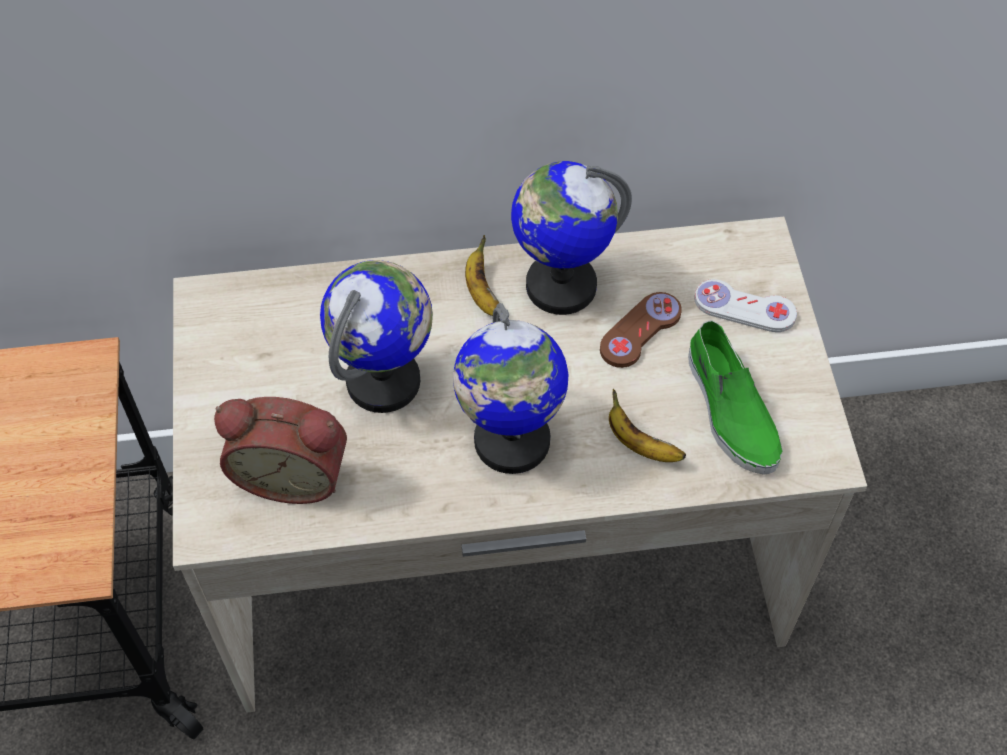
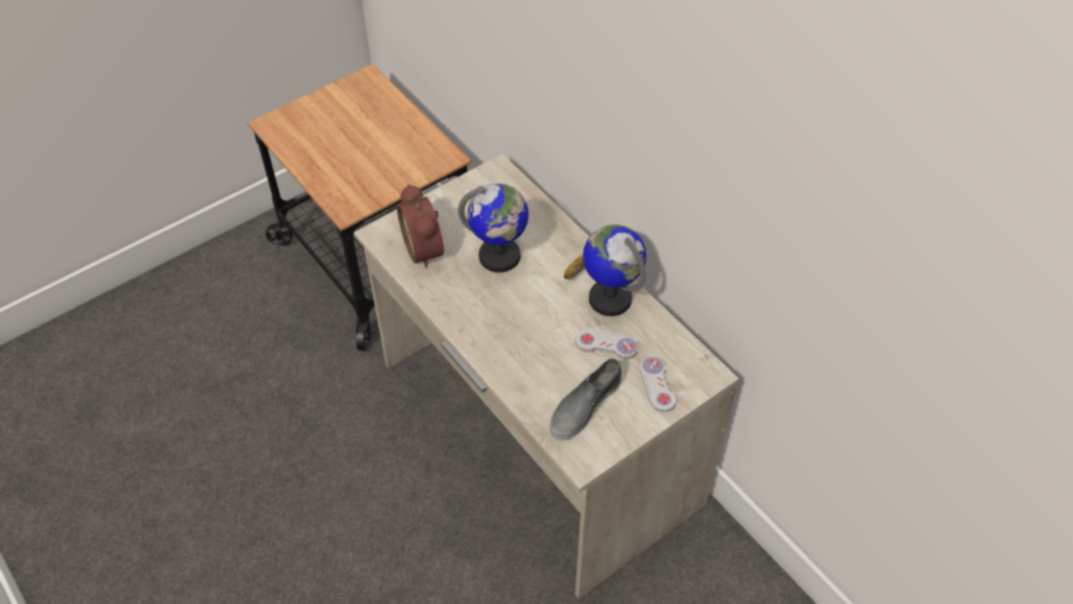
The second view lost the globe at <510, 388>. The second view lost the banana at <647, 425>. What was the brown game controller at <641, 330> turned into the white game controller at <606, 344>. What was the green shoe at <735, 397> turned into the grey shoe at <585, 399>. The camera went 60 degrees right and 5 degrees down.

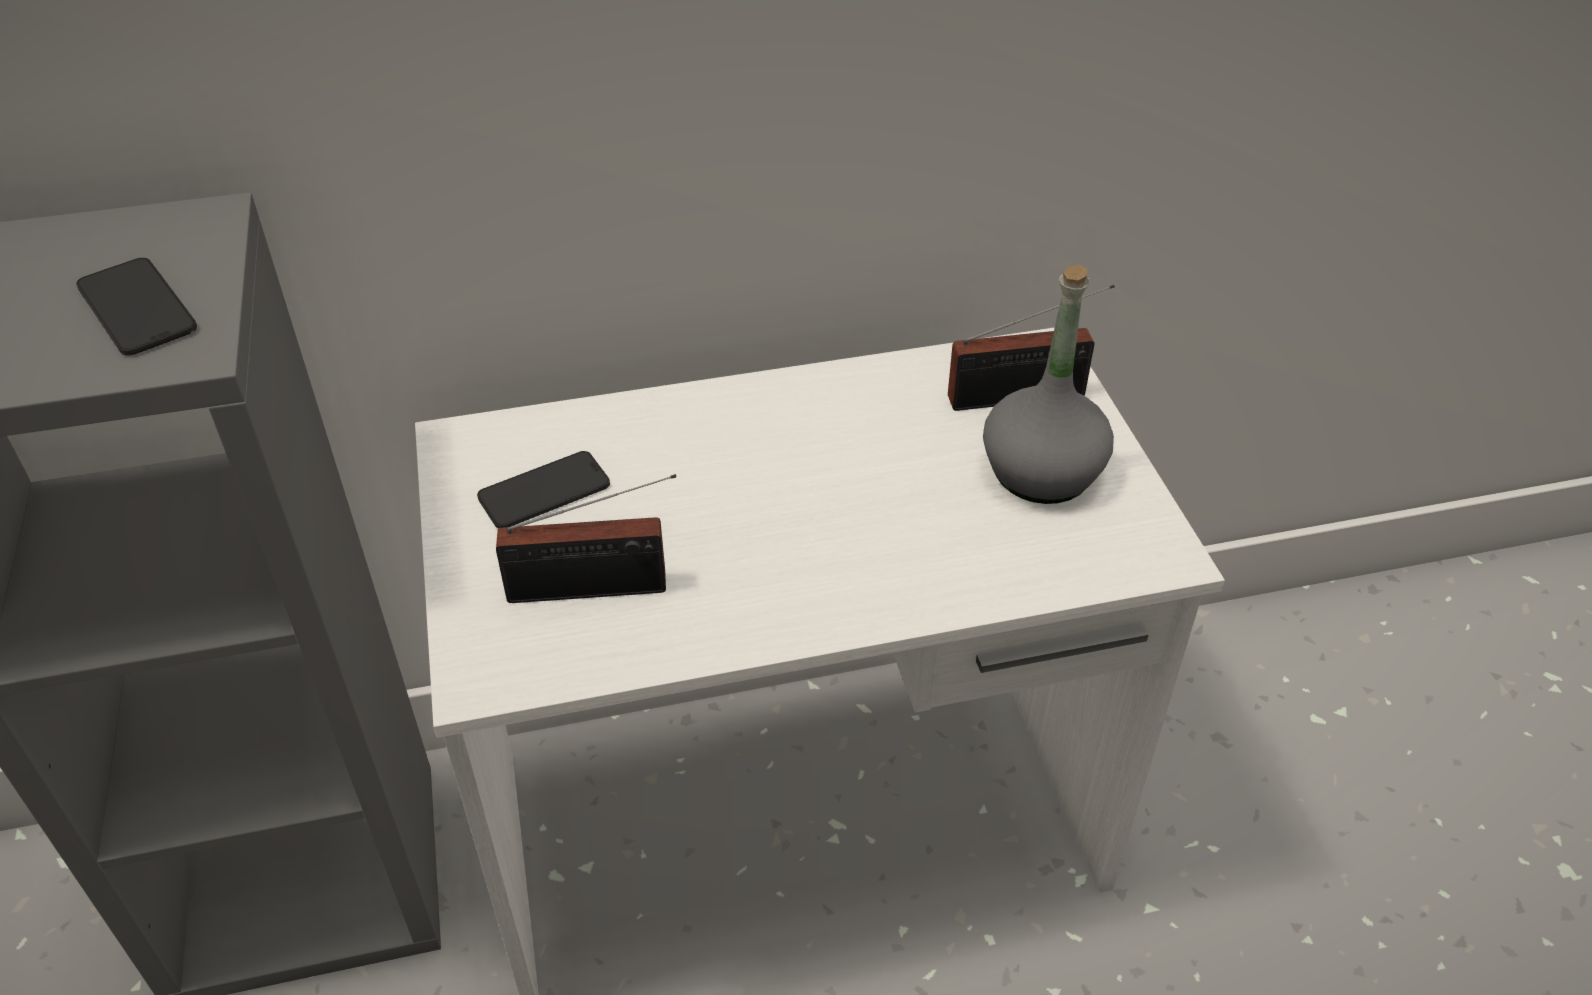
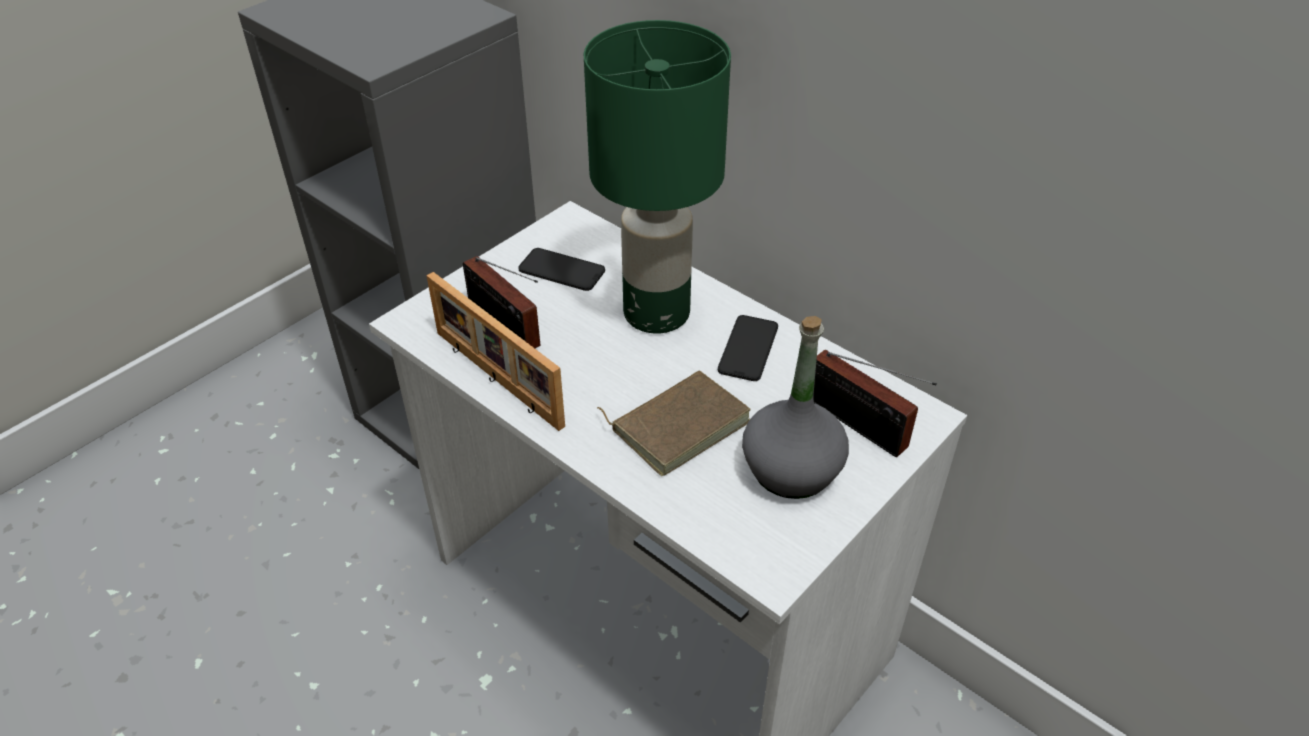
The second view gained the picture frame at <495, 351>. The second view gained the green table lamp at <657, 176>. The second view gained the brown book at <674, 423>. The phone ended up elsewhere, having gone from <136, 307> to <748, 348>. The camera went 55 degrees right and 0 degrees up.

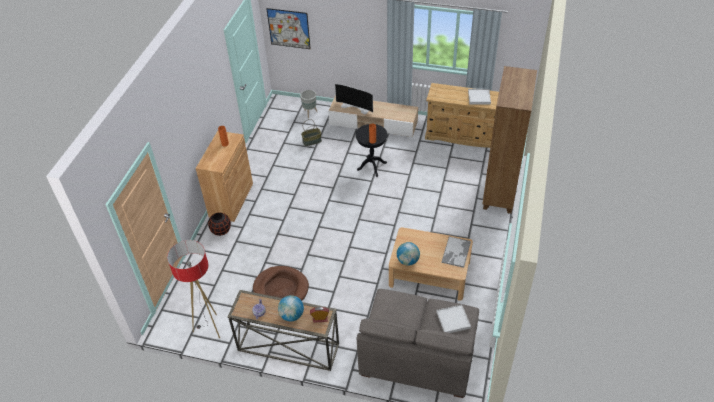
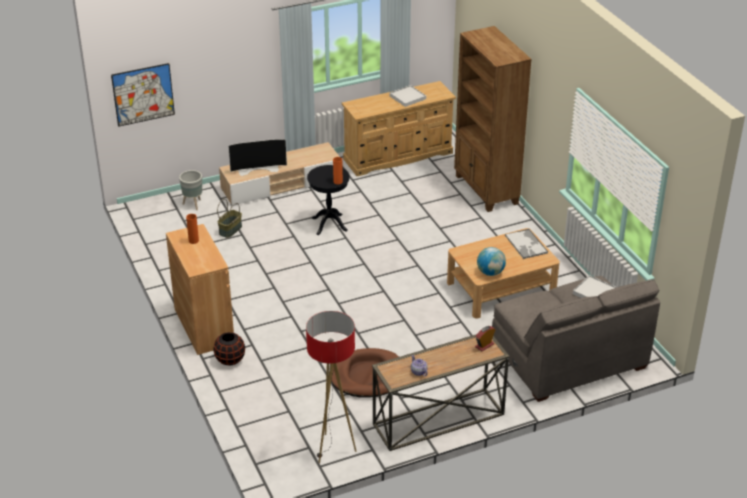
The second view lost the globe at <291, 308>. The camera went 40 degrees left and 10 degrees down.

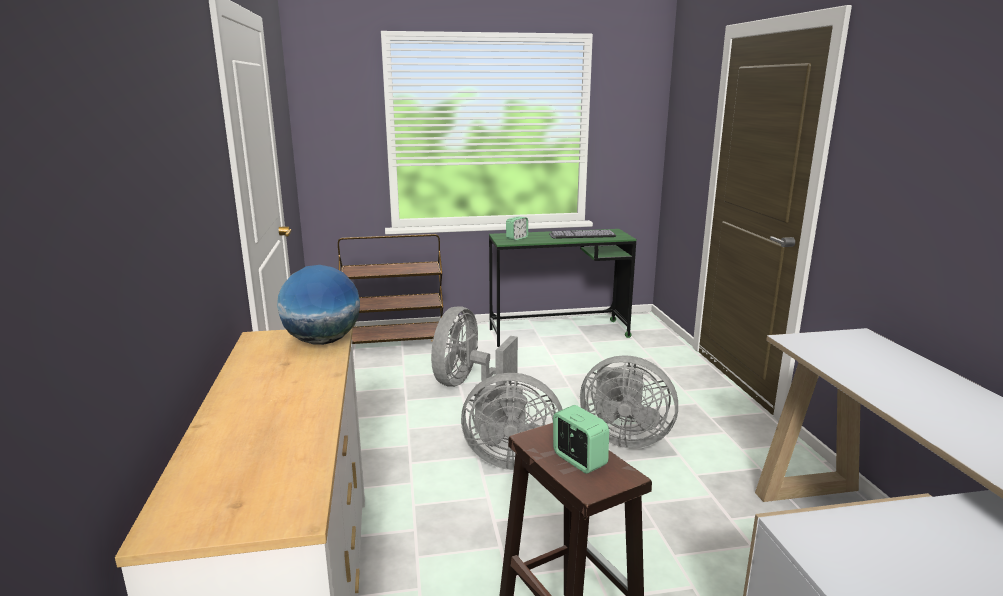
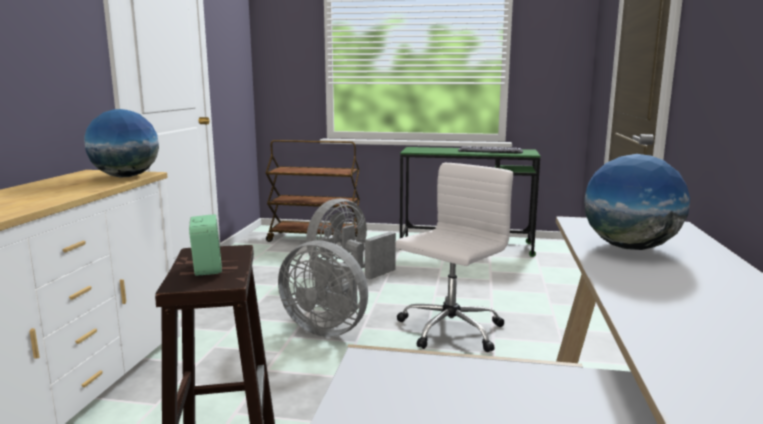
The second view lost the alarm clock at <517, 228>. The second view gained the globe at <637, 202>. Where the grey fan stood at <629, 402>, the white office chair came to stand at <454, 257>. The camera went 20 degrees right and 5 degrees down.

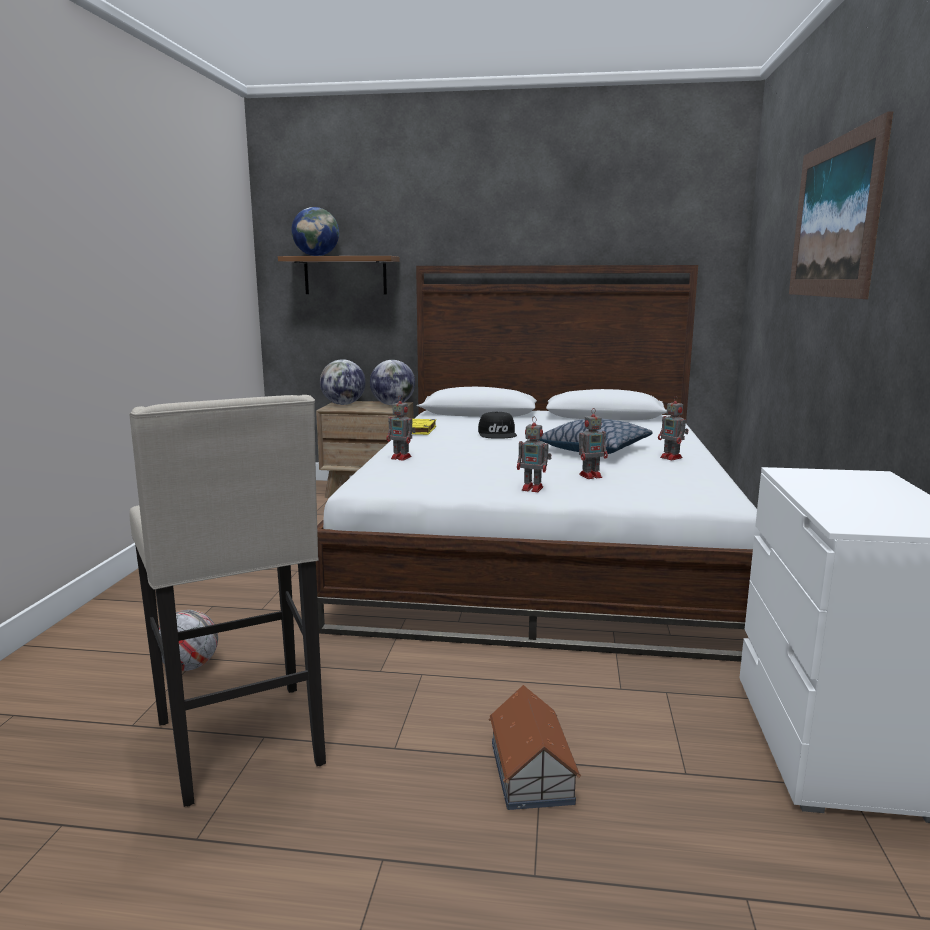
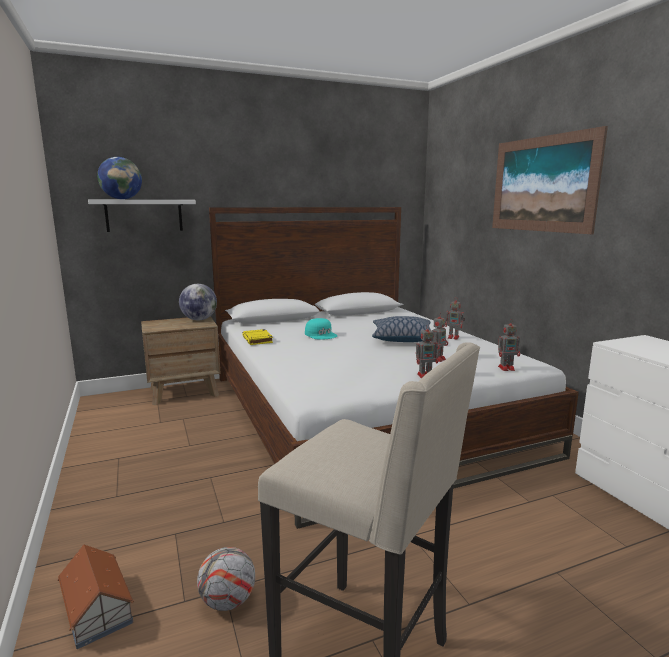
The second view lost the globe at <343, 382>. The toy robot ended up elsewhere, having gone from <401, 428> to <509, 345>. The toy house ended up elsewhere, having gone from <535, 747> to <95, 597>. What was the brown shelf at <338, 275> turned into the white shelf at <142, 216>. What was the black cap at <497, 425> turned into the turquoise cap at <321, 329>. The camera went 30 degrees left and 0 degrees up.

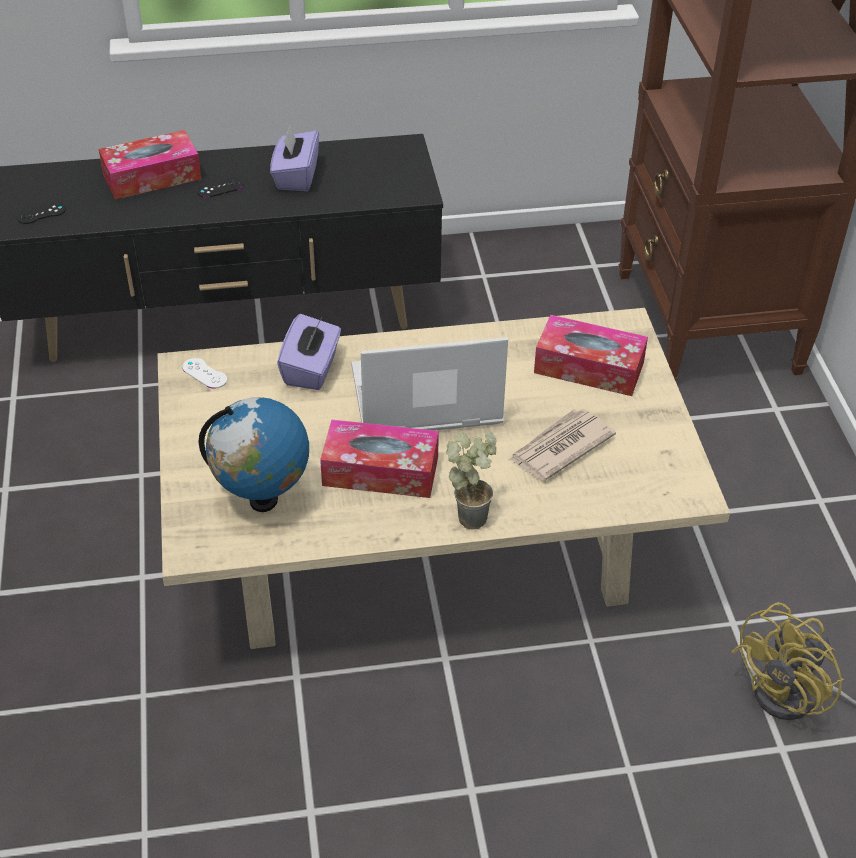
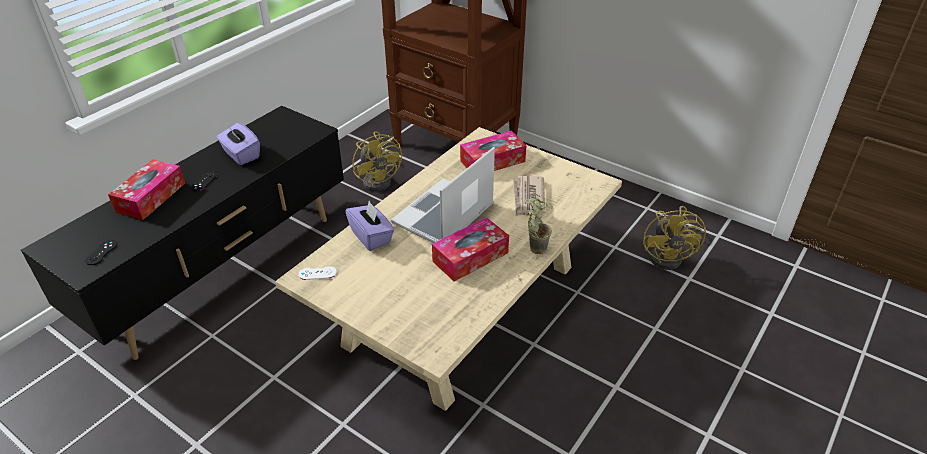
The second view lost the globe at <254, 454>. The second view gained the yellow fan at <377, 161>. The camera went 45 degrees left and 5 degrees down.

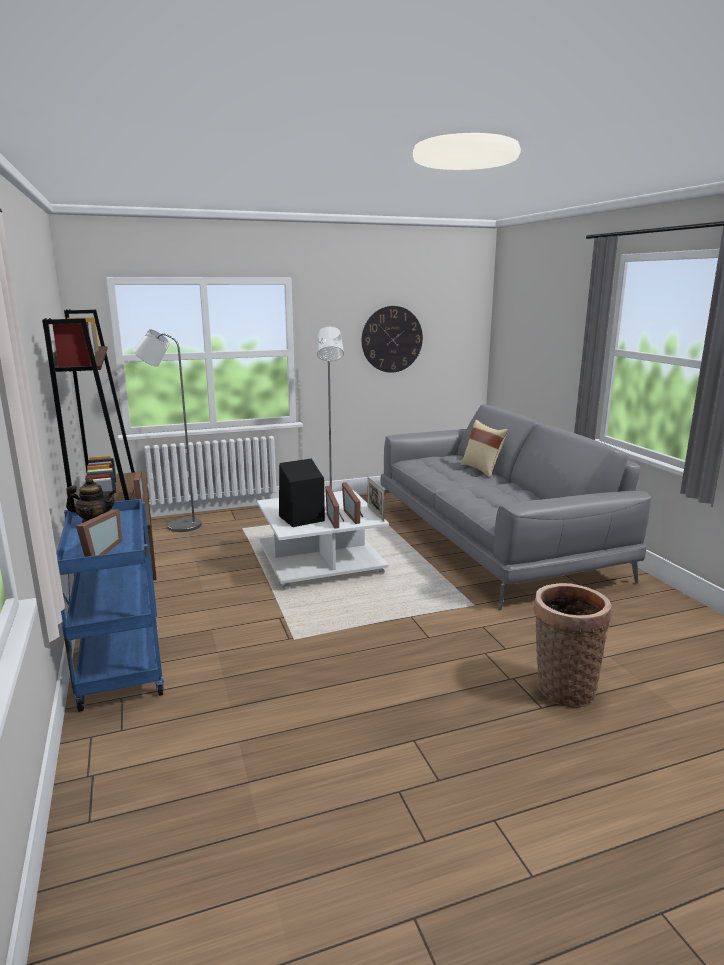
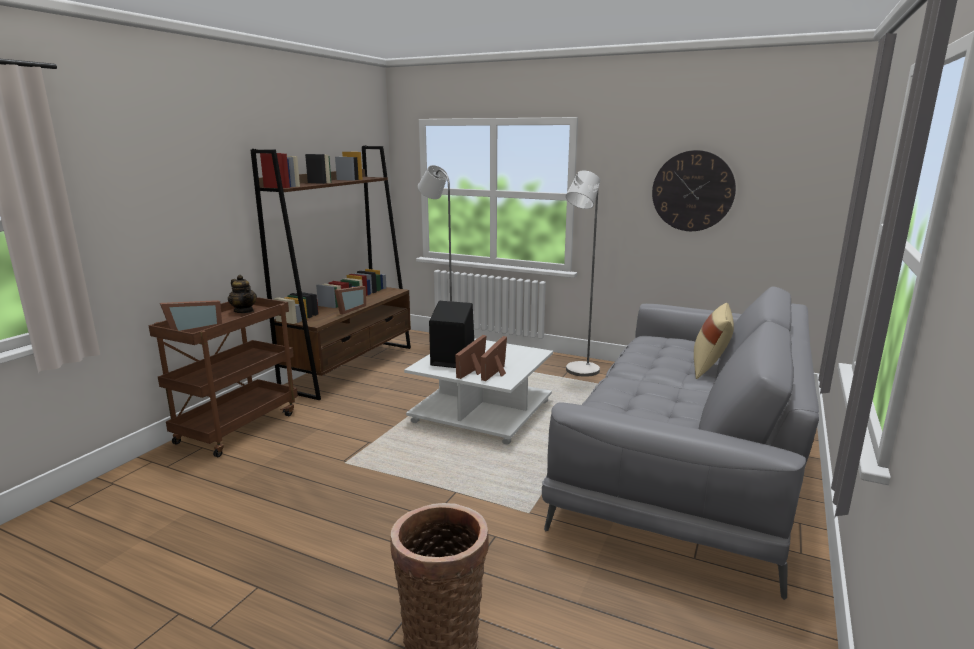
The second view lost the picture frame at <376, 499>. What was the blue cart at <110, 605> turned into the brown cart at <223, 377>. The camera went 45 degrees right and 0 degrees up.

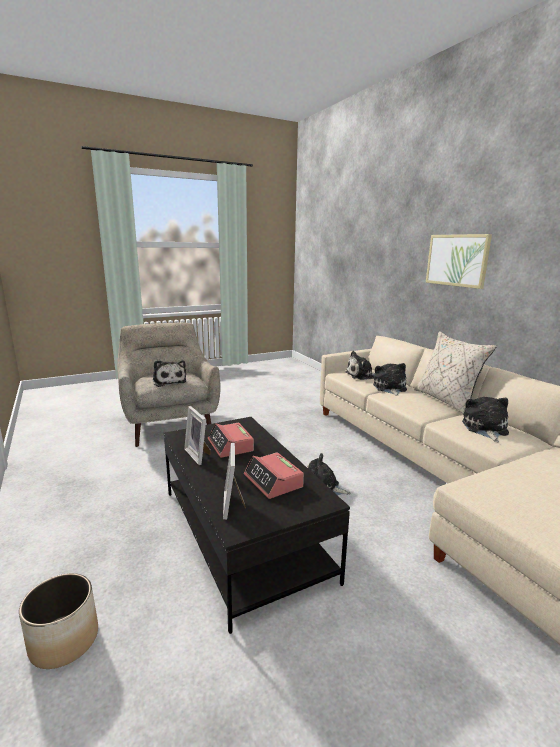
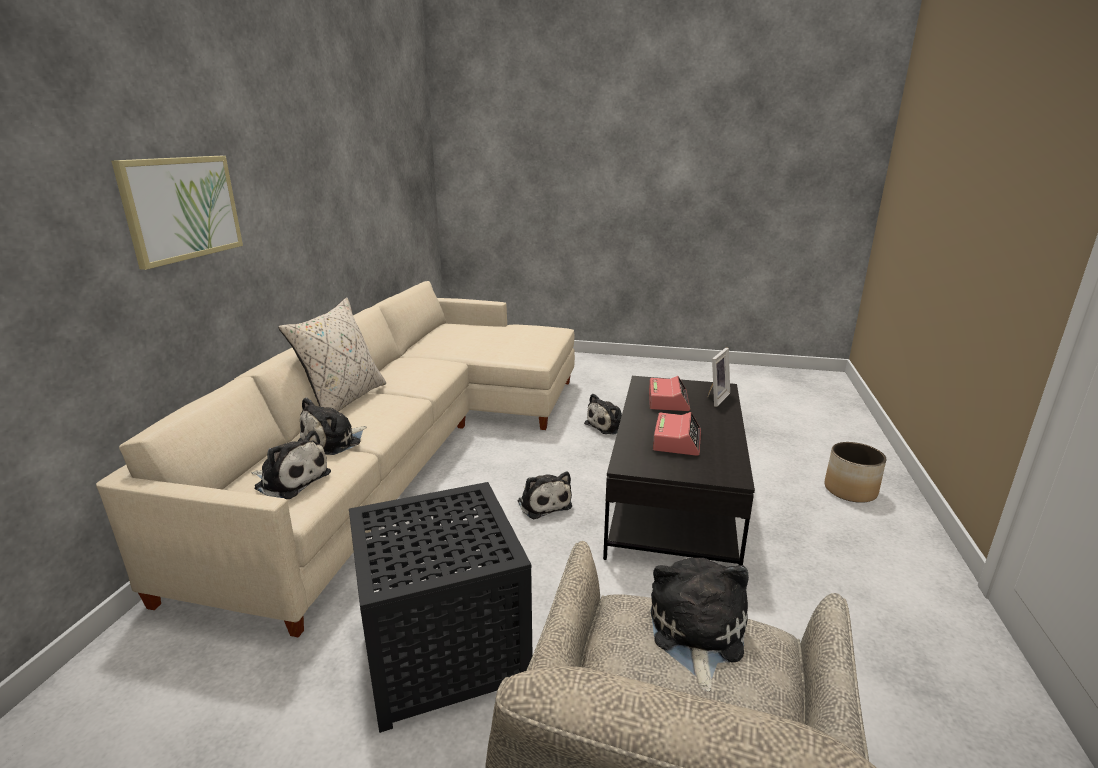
The second view lost the picture frame at <197, 435>. The second view gained the black side table at <440, 607>. The plush toy ended up elsewhere, having gone from <485, 419> to <603, 414>. The camera went 140 degrees left and 5 degrees up.

